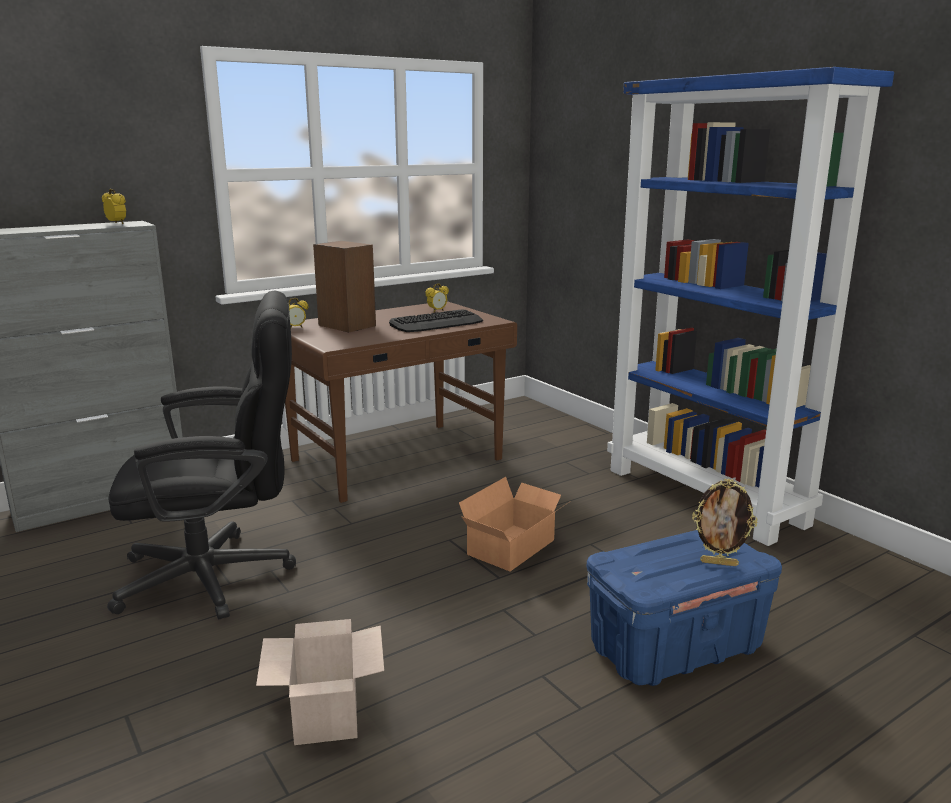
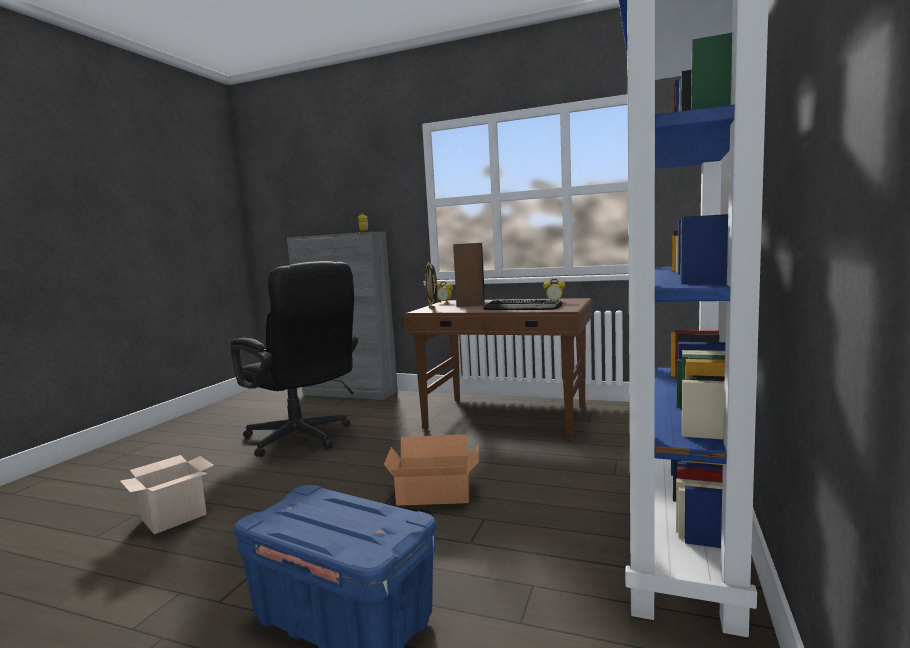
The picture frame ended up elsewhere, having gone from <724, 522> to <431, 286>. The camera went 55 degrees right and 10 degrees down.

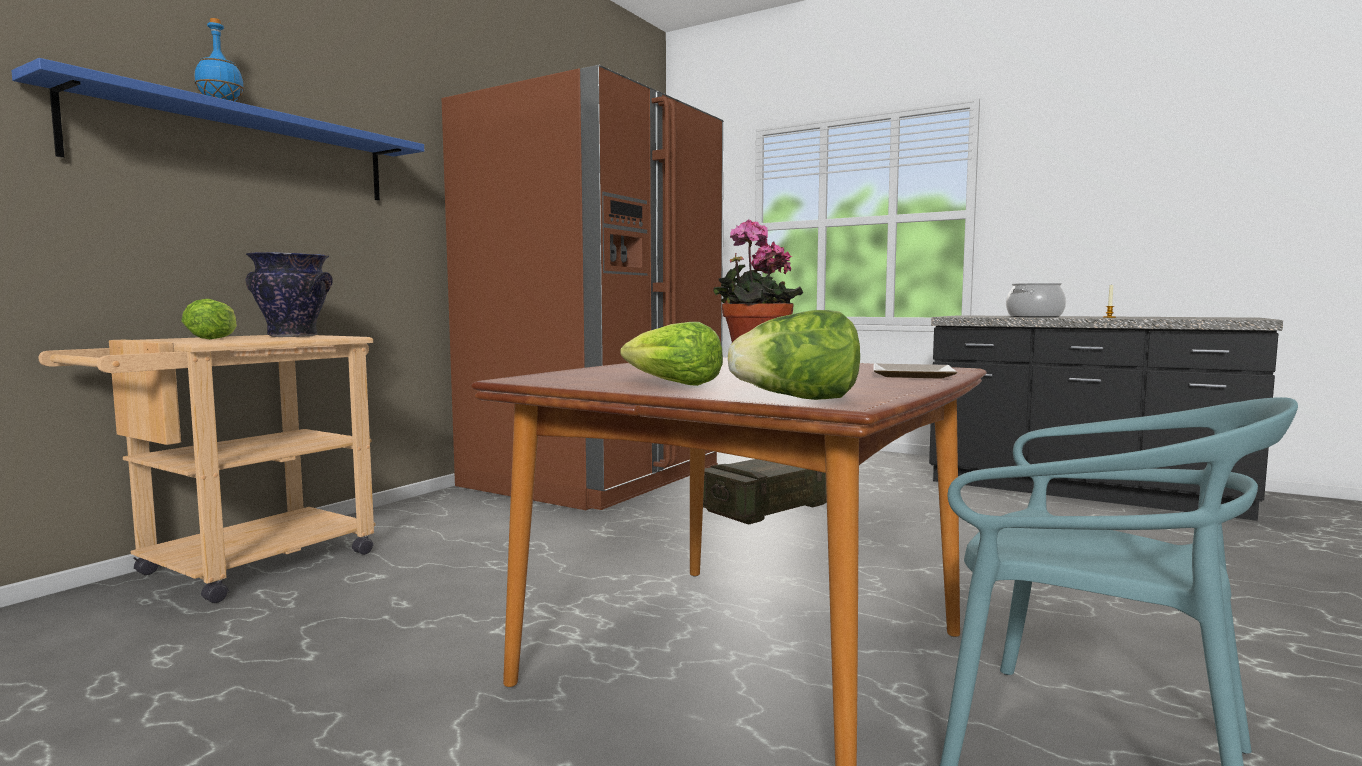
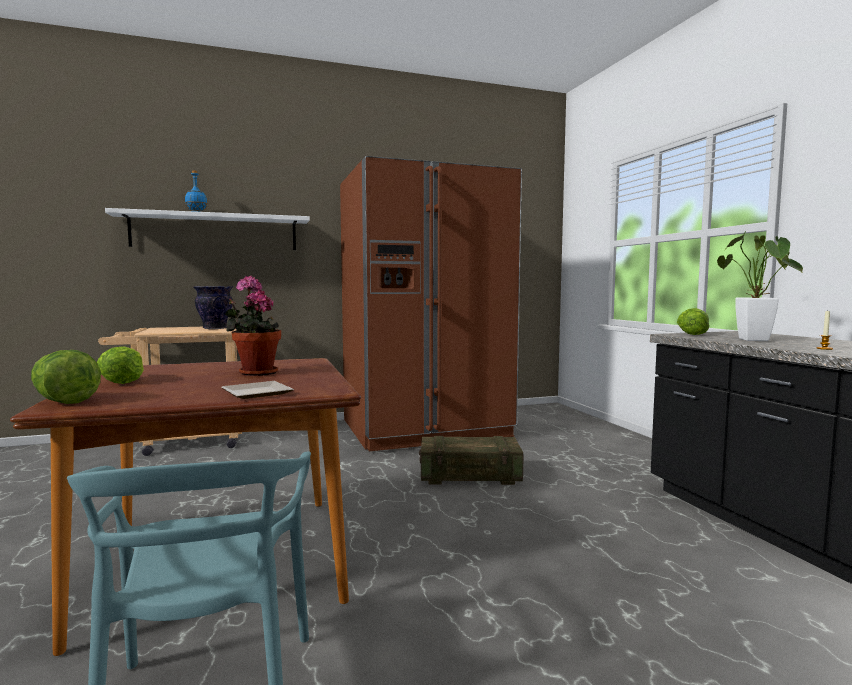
The lettuce ended up elsewhere, having gone from <209, 319> to <693, 321>. Where the cooking pot stood at <1036, 300>, the potted plant came to stand at <760, 286>. What was the blue shelf at <217, 129> turned into the white shelf at <207, 229>. The camera went 40 degrees right and 0 degrees up.

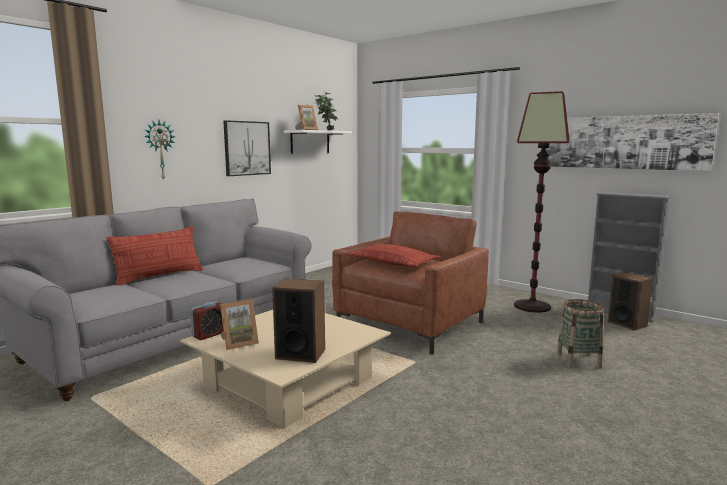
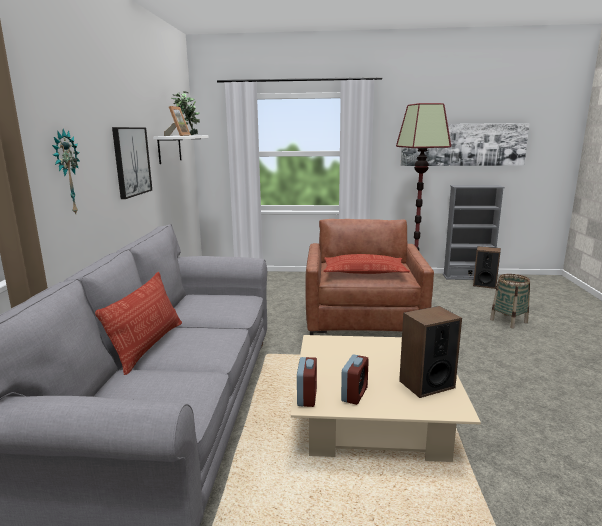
Where the picture frame stood at <239, 324>, the alarm clock came to stand at <355, 380>. The camera went 35 degrees left and 5 degrees up.

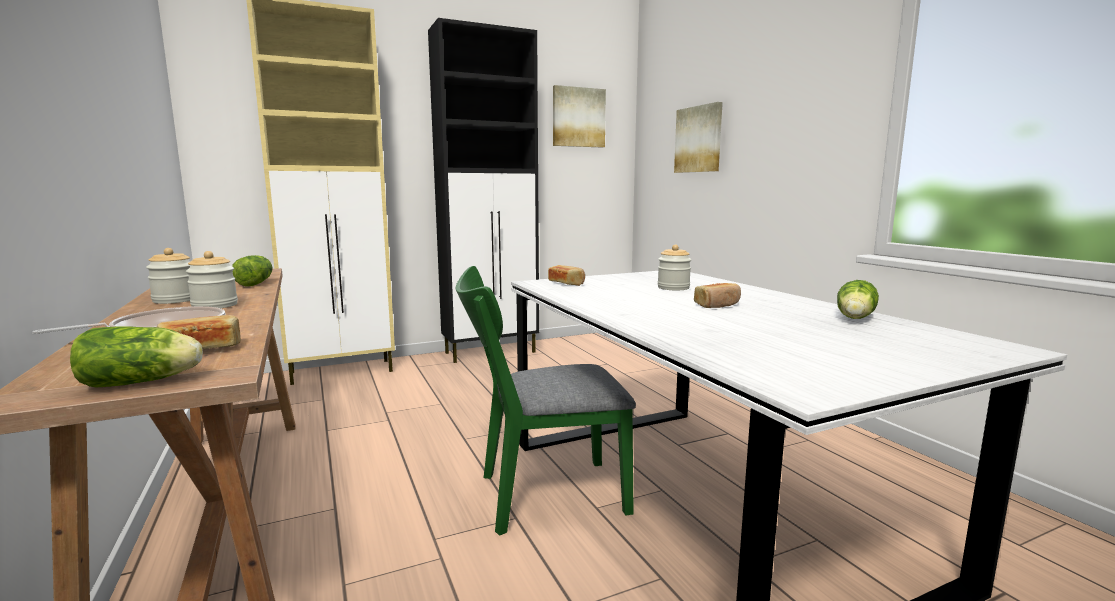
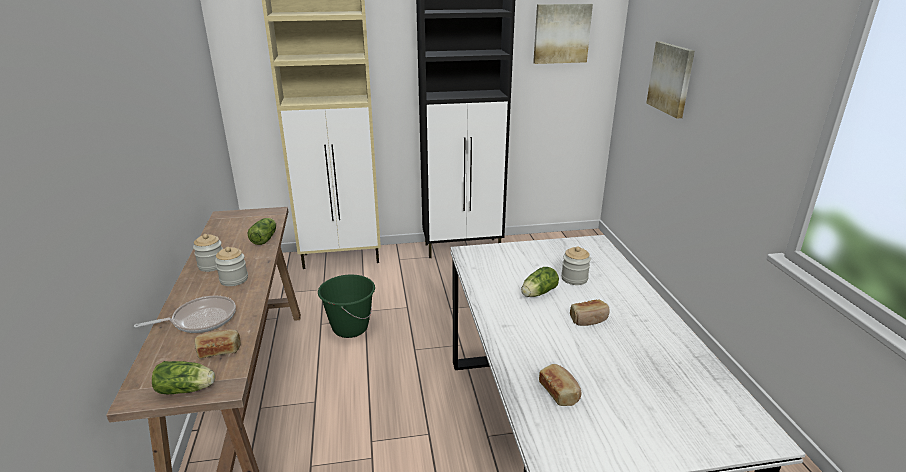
The second view lost the green chair at <546, 401>. The second view gained the green bucket at <346, 306>. The bread ended up elsewhere, having gone from <566, 275> to <560, 385>. The lettuce ended up elsewhere, having gone from <858, 299> to <540, 282>. The camera went 15 degrees right and 15 degrees up.

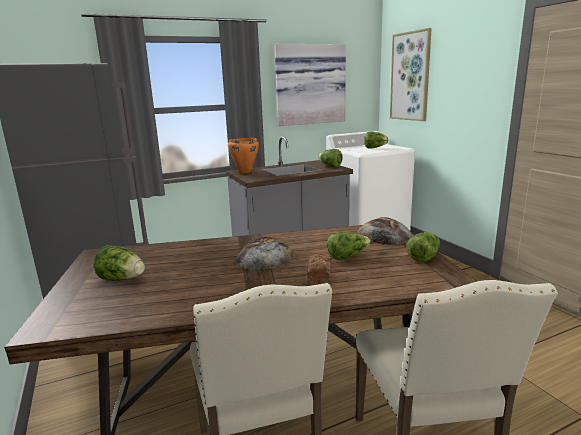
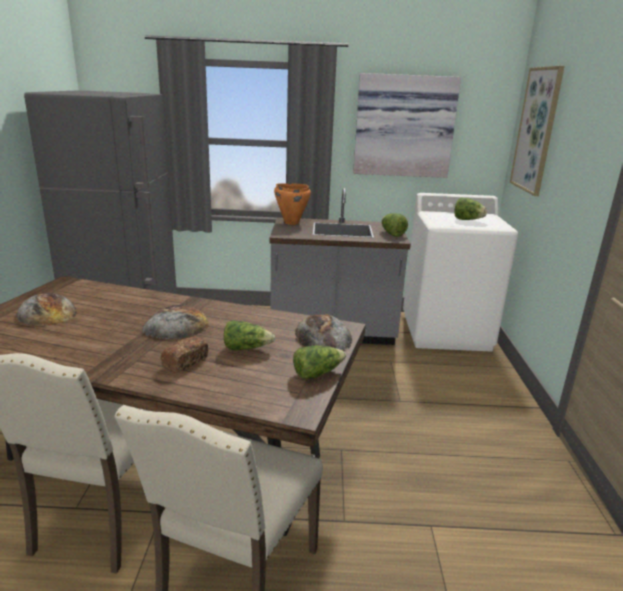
Where the lettuce stood at <119, 263>, the bread came to stand at <47, 309>. The camera went 25 degrees right and 5 degrees up.

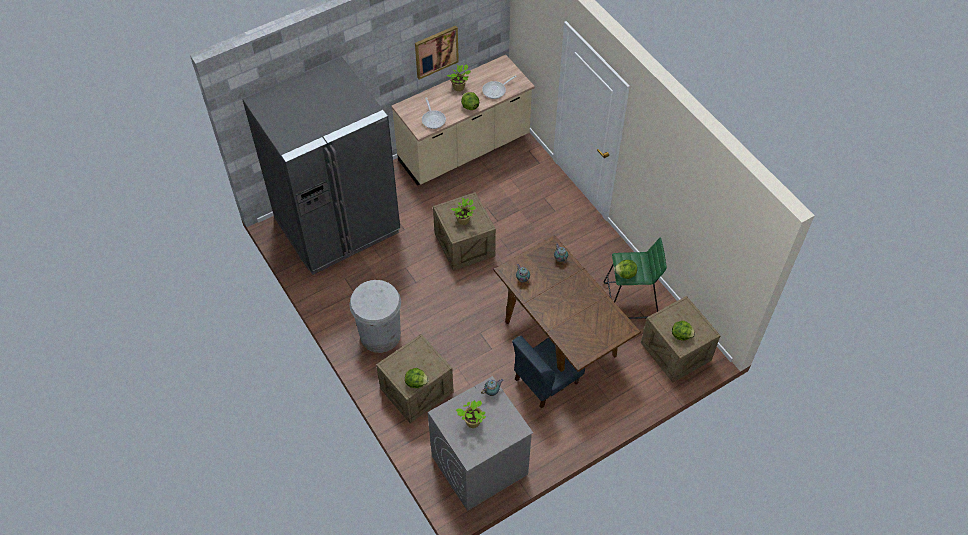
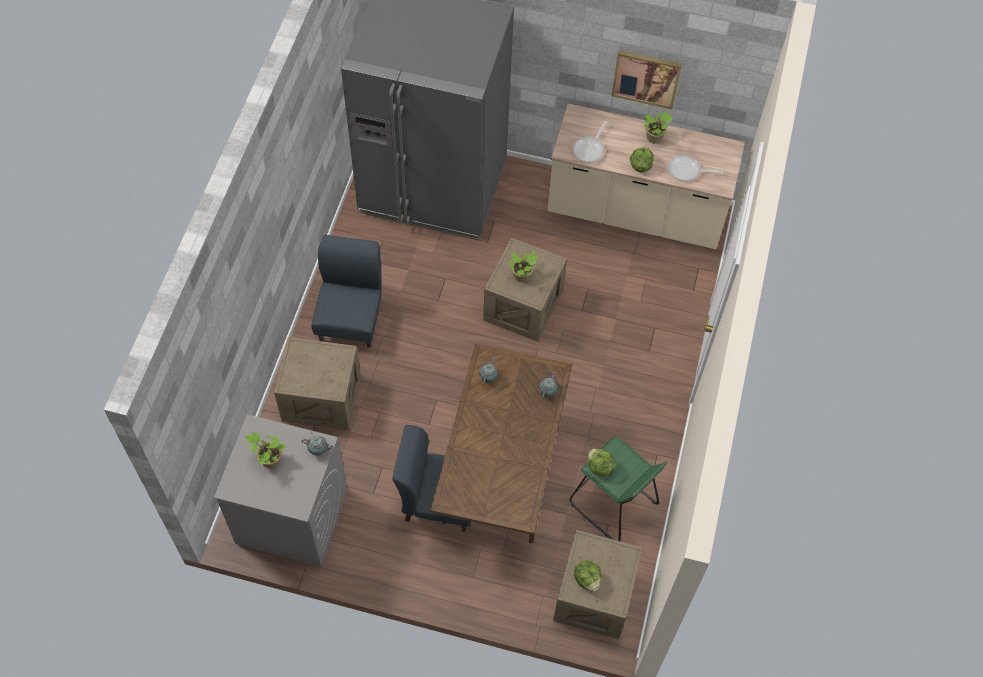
The second view lost the lettuce at <417, 378>. Where the white trash can stood at <375, 316>, the blue chair came to stand at <347, 291>. The camera went 45 degrees right and 5 degrees up.

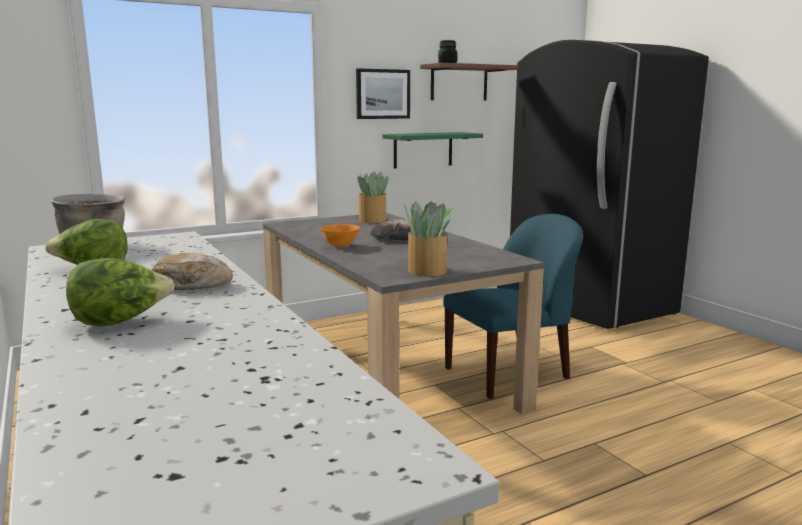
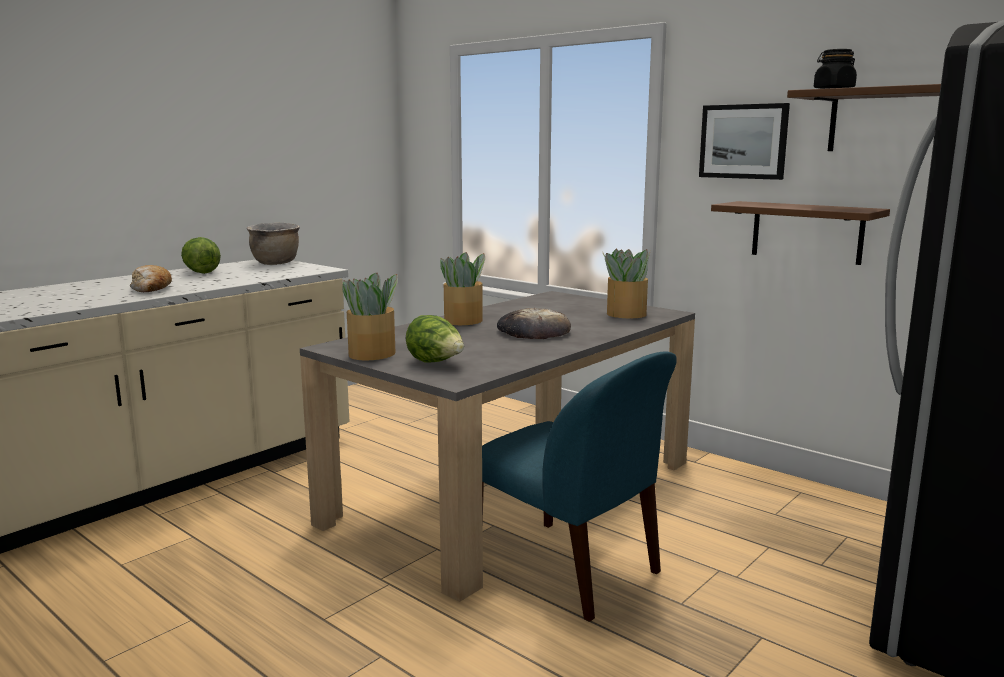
The lettuce ended up elsewhere, having gone from <120, 292> to <435, 338>. Where the orange bowl stood at <340, 235>, the potted plant came to stand at <462, 288>. What was the green shelf at <432, 150> turned into the brown shelf at <800, 233>. The camera went 70 degrees right and 0 degrees up.

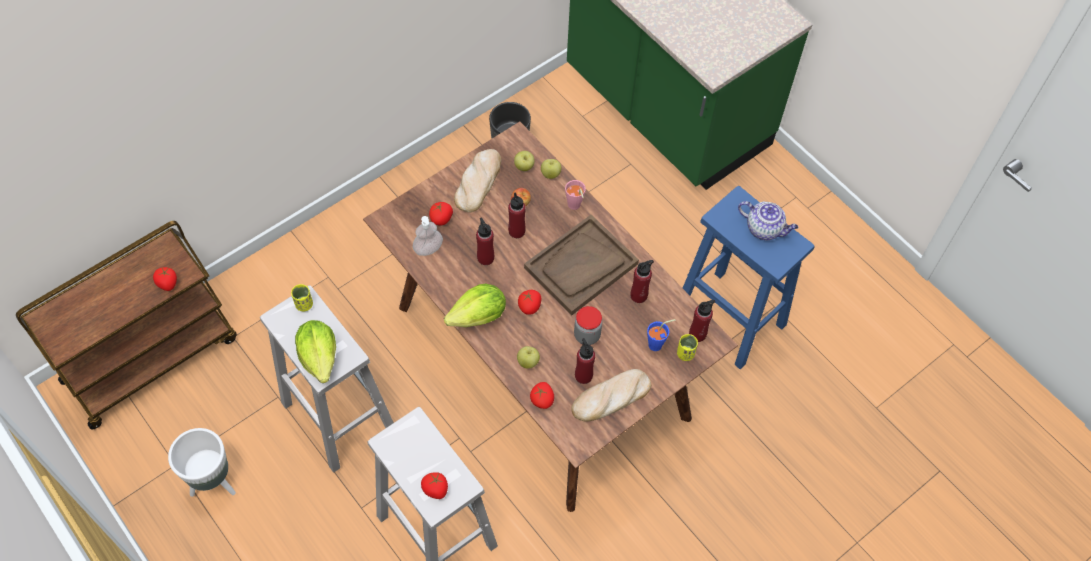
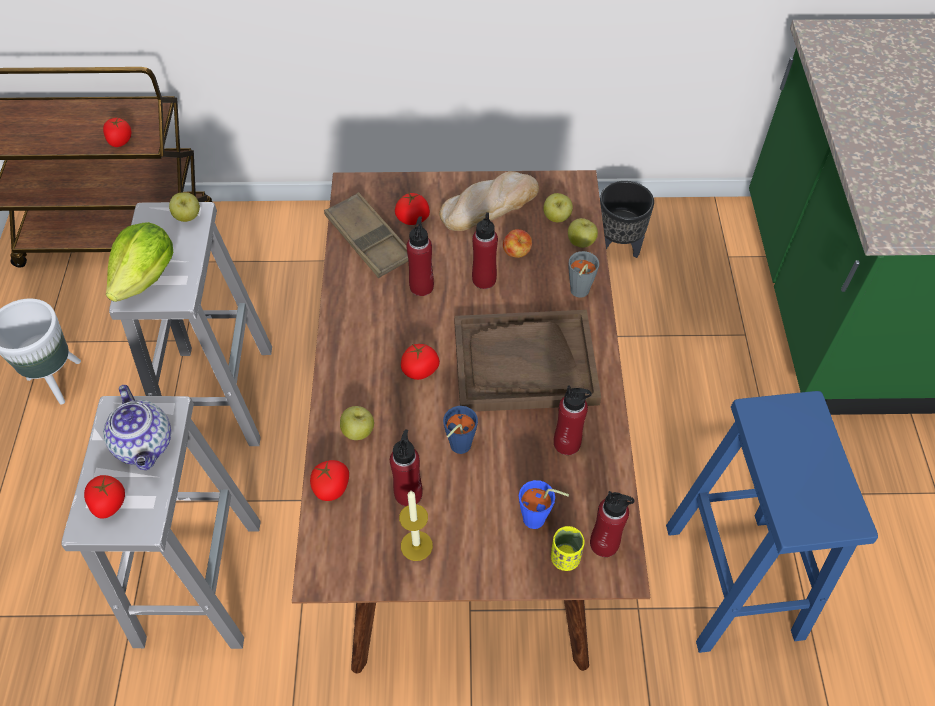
The second view lost the lettuce at <475, 305>. The teapot ended up elsewhere, having gone from <768, 220> to <137, 427>. Where the yellow cup stood at <302, 297>, the apple came to stand at <184, 207>. Where the soap dispenser stood at <428, 236>, the brown tray came to stand at <366, 235>. Where the bread stood at <611, 395>, the candle came to stand at <416, 526>. Where the jar stood at <588, 325>, the blue cup came to stand at <460, 430>. What was the pink cup at <575, 195> turned into the grey cup at <584, 274>. The camera went 40 degrees right and 5 degrees down.

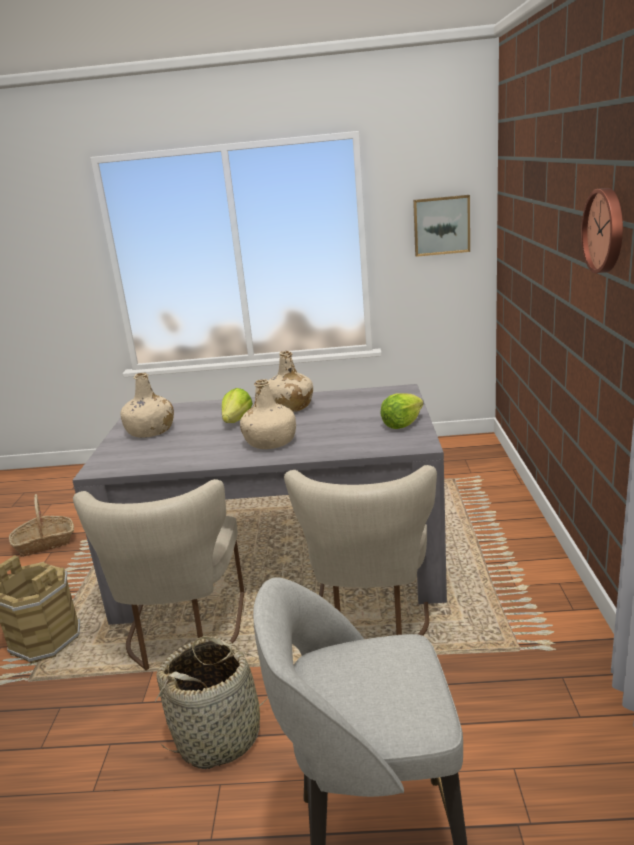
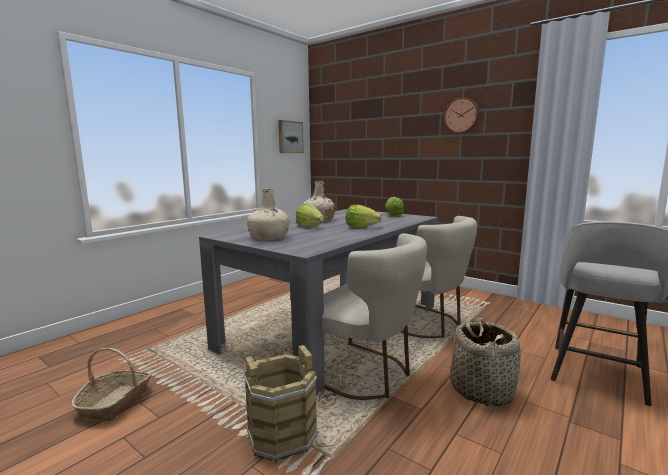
Where the beige bottle stood at <268, 414>, the lettuce came to stand at <364, 216>. The camera went 55 degrees left and 10 degrees down.

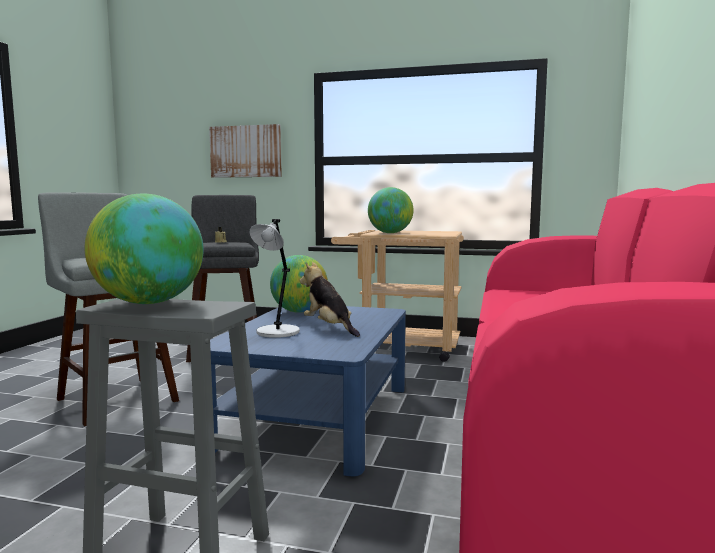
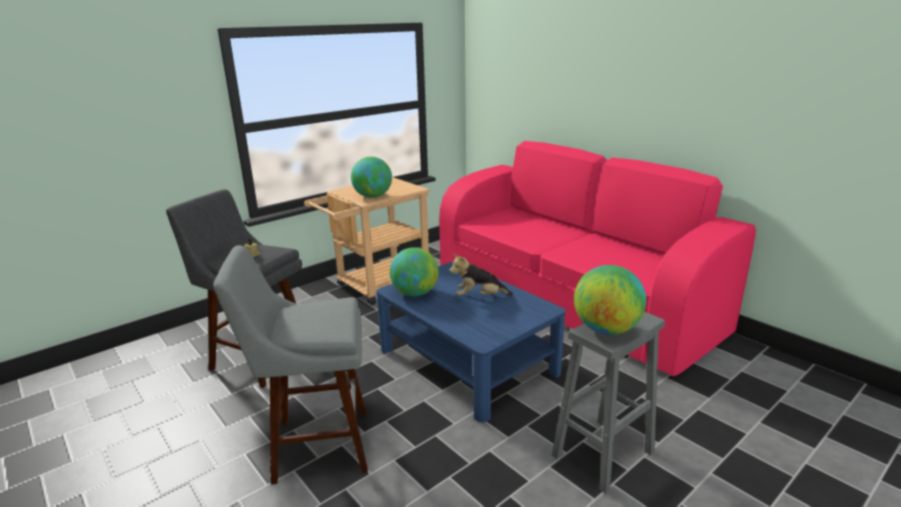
The second view lost the picture at <245, 151>. The second view lost the grey table lamp at <275, 278>. The camera went 55 degrees left and 15 degrees up.

